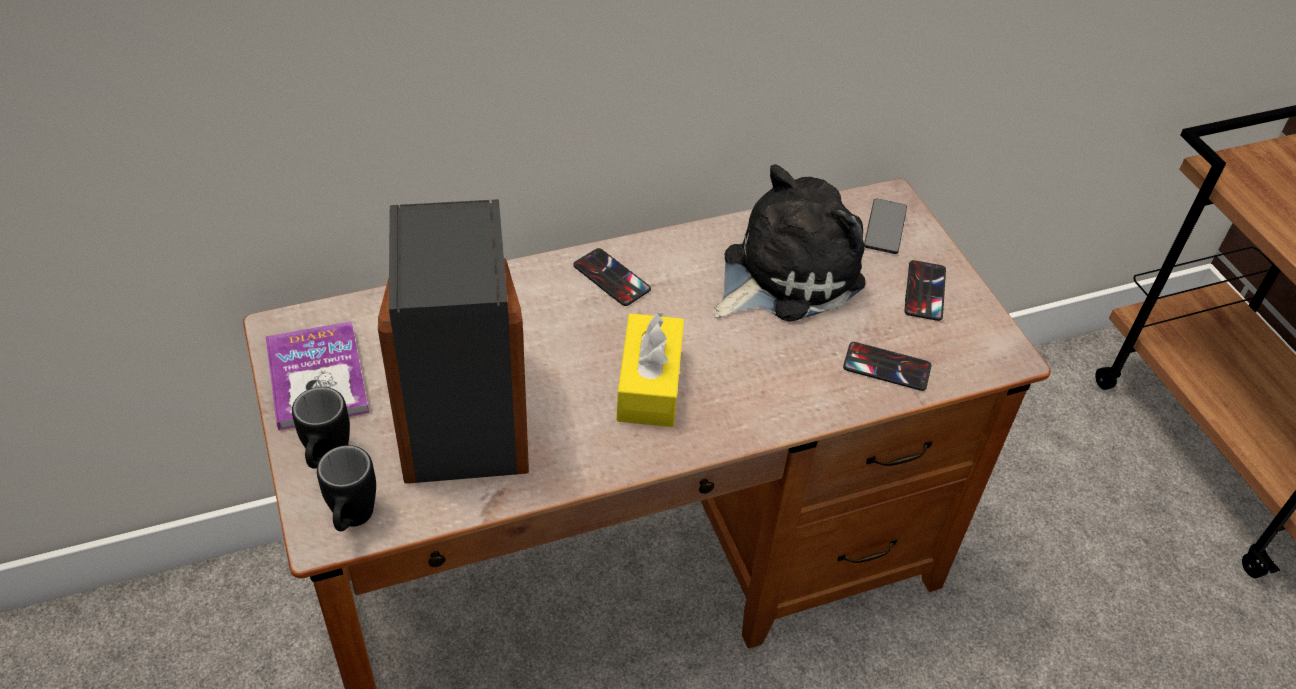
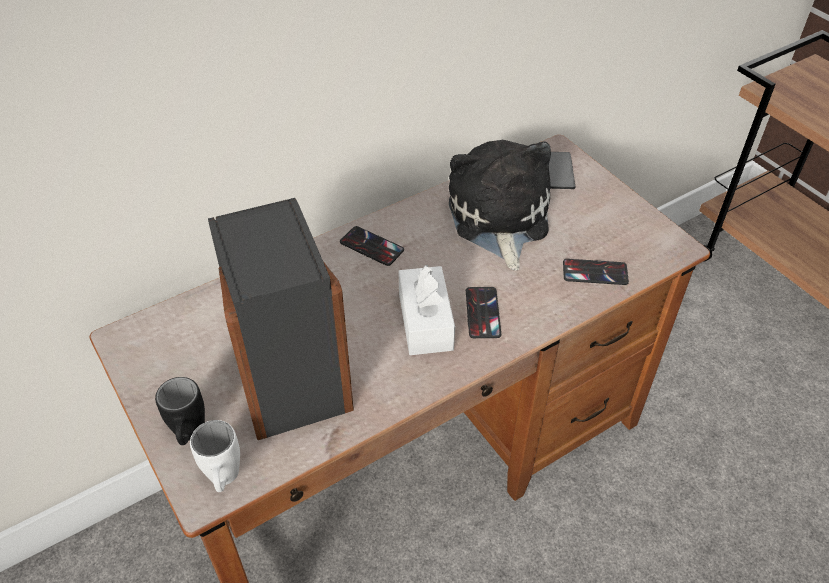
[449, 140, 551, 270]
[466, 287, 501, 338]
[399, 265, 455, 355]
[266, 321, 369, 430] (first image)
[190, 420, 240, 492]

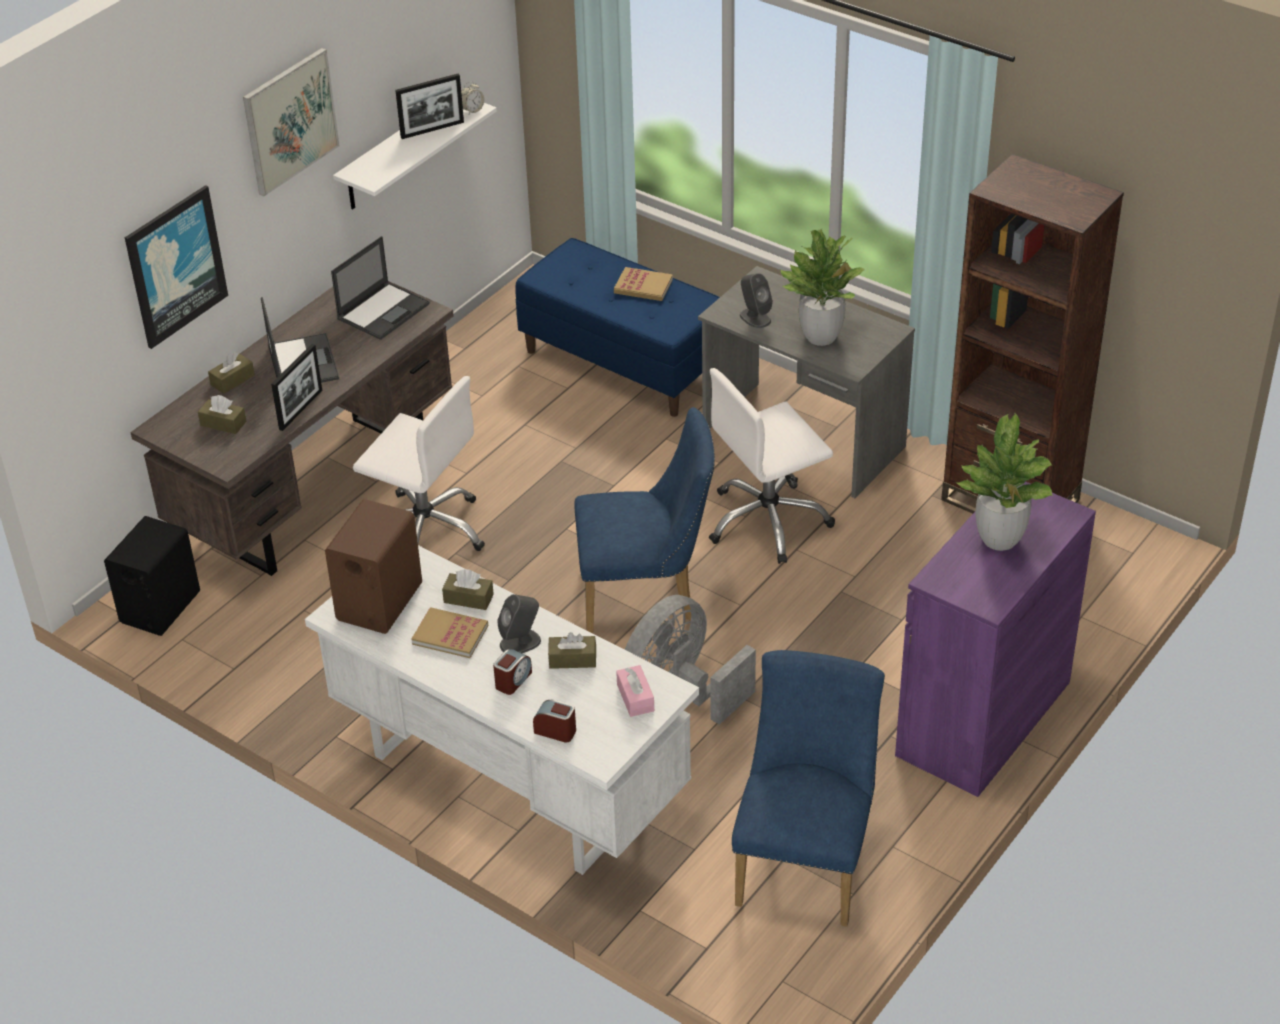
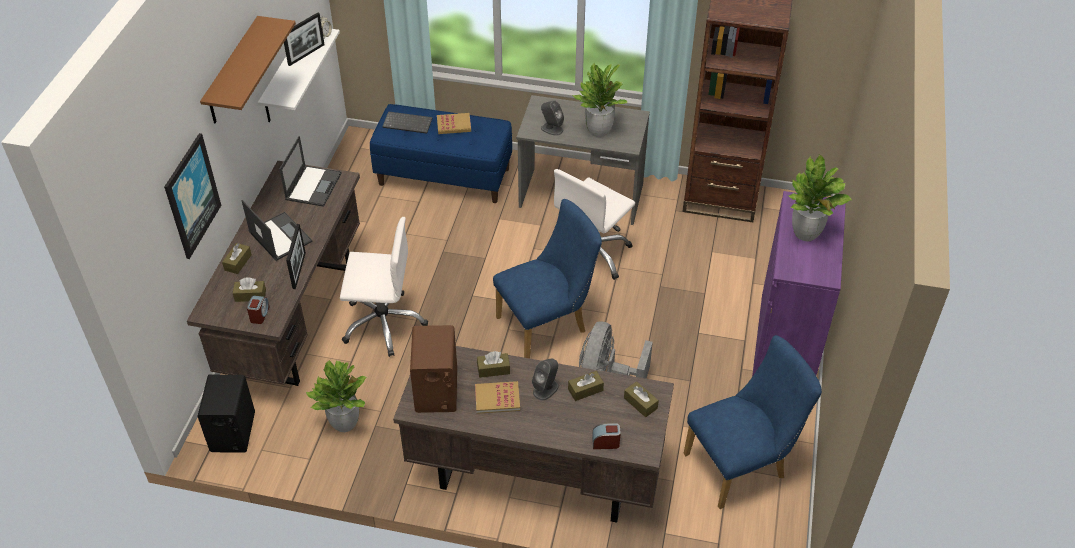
[200, 16, 296, 123]
[393, 346, 674, 523]
[247, 296, 270, 324]
[684, 335, 822, 509]
[624, 381, 659, 417]
[382, 111, 433, 134]
[306, 360, 367, 432]

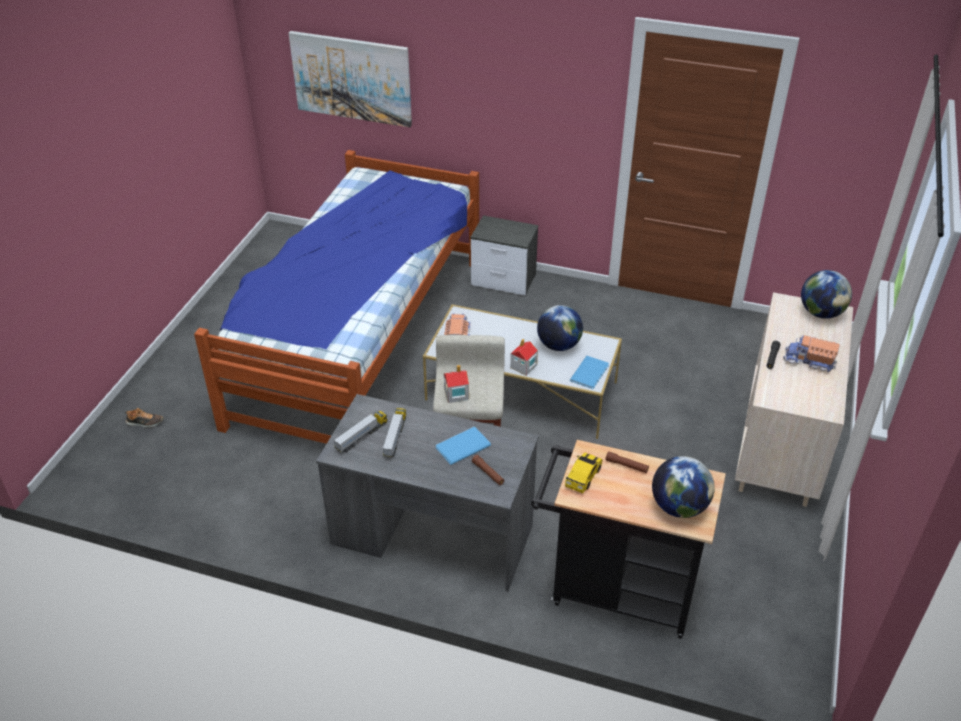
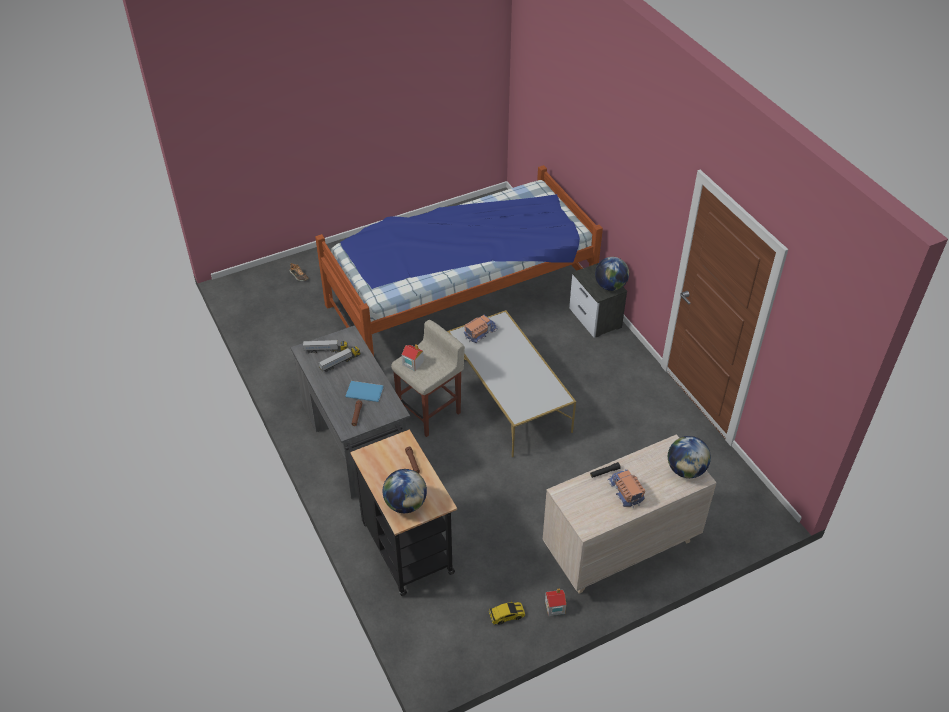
[289, 31, 412, 127] (first image)
[595, 257, 629, 291]
[545, 589, 566, 616]
[570, 356, 609, 389] (first image)
[489, 601, 525, 625]

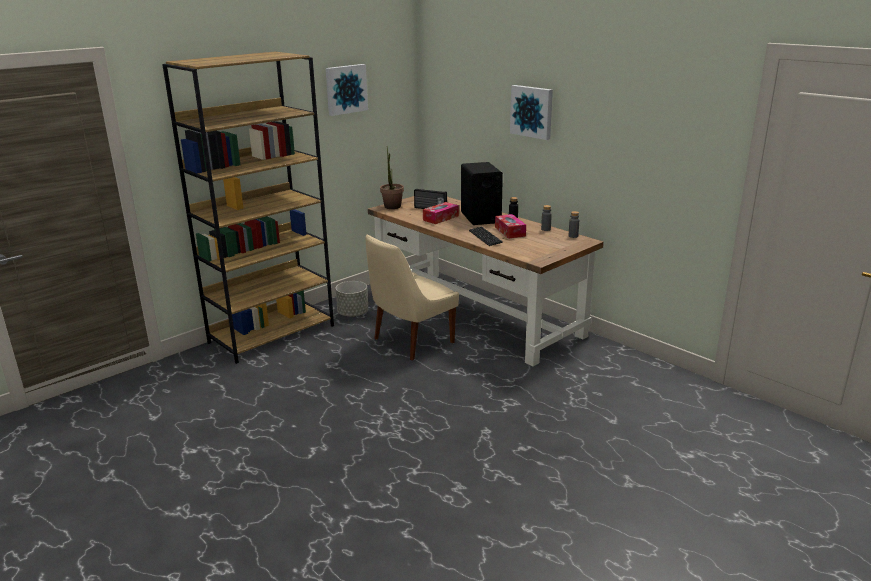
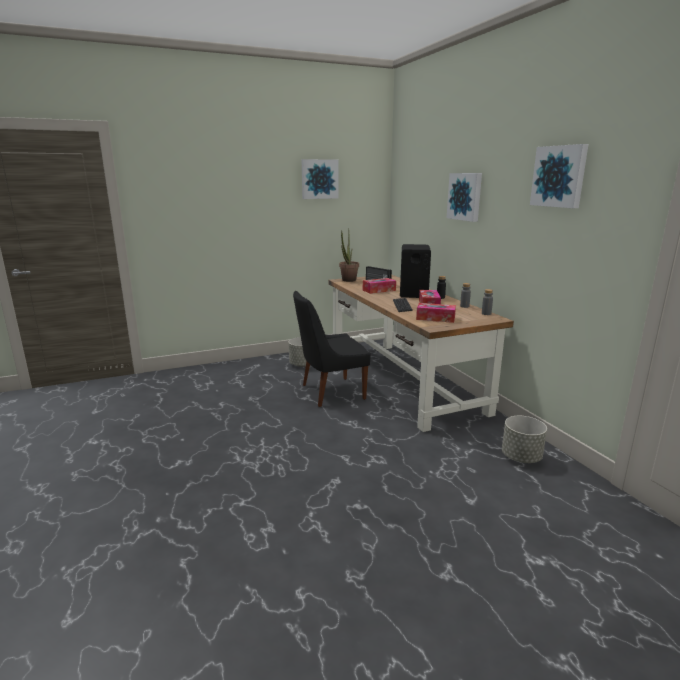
[162, 52, 334, 364] (first image)
[293, 291, 371, 407]
[530, 144, 589, 208]
[416, 303, 456, 323]
[502, 416, 547, 463]

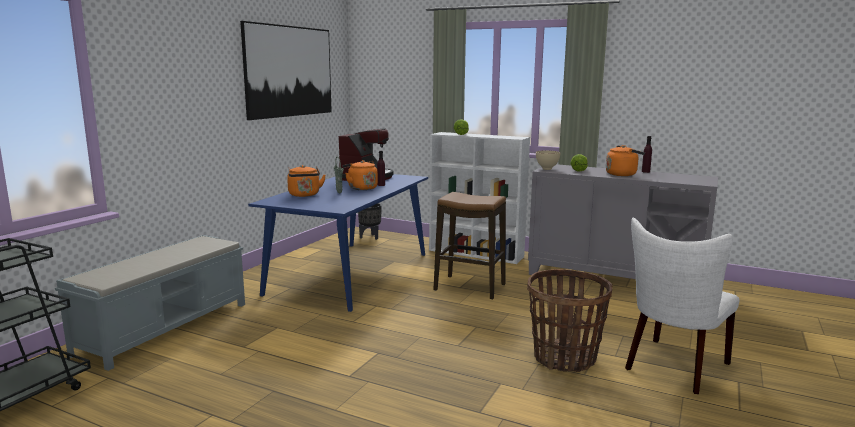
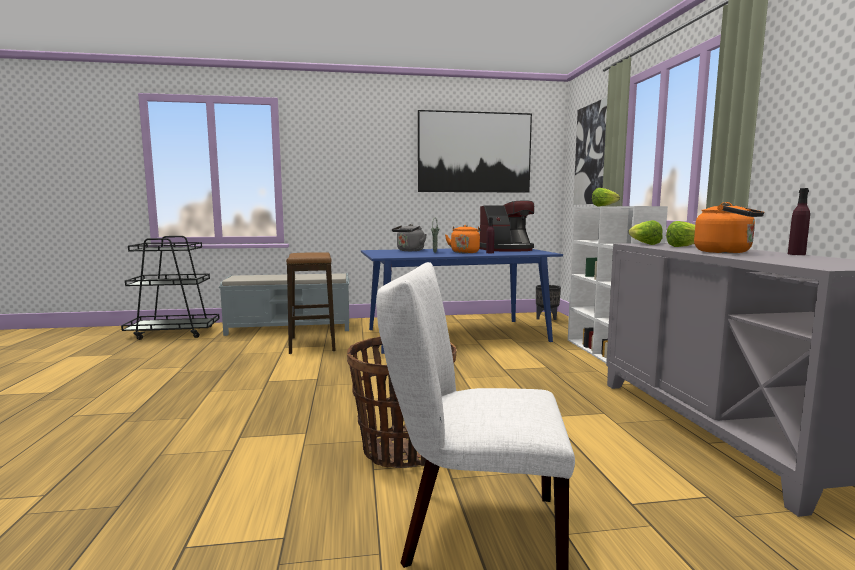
[628, 220, 663, 245]
[392, 224, 427, 251]
[286, 252, 336, 354]
[573, 97, 607, 204]

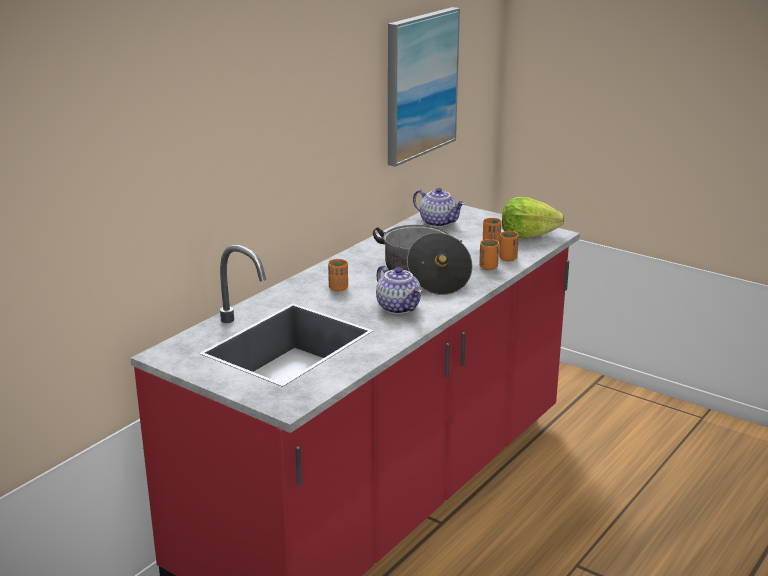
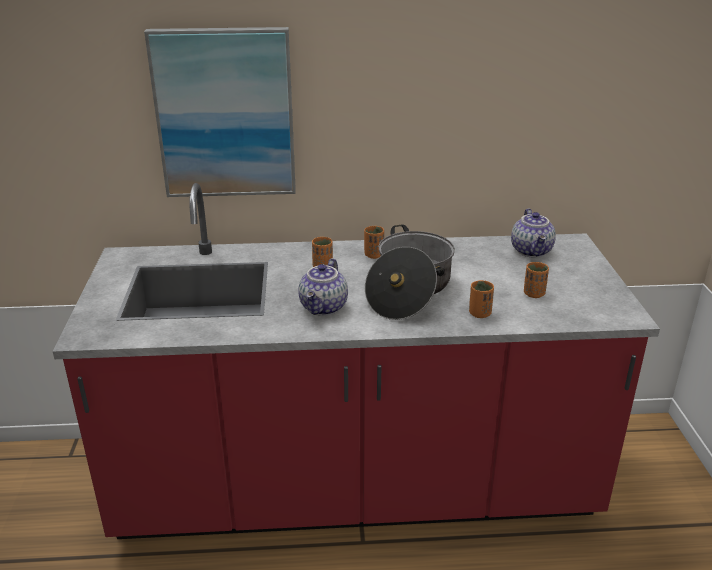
[144, 27, 296, 197]
[502, 197, 564, 239] (first image)
[364, 226, 384, 259]

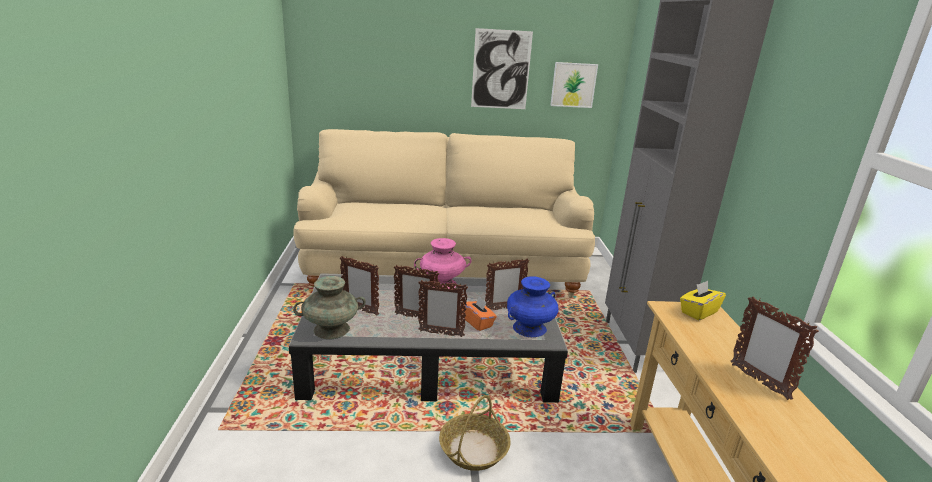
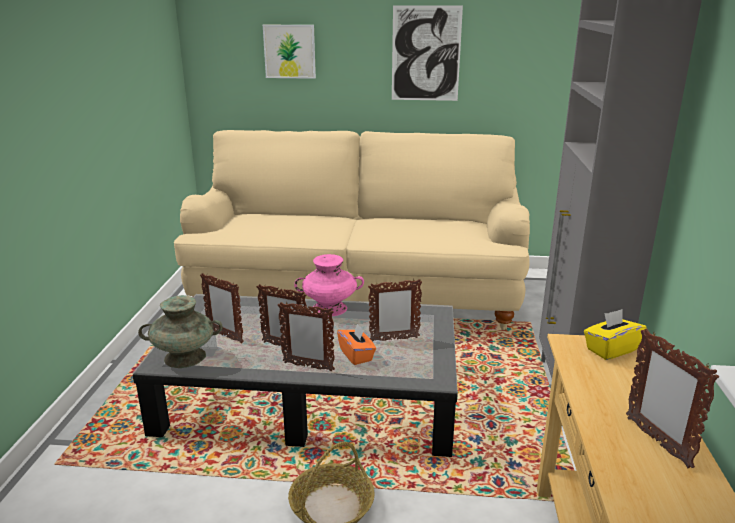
[263, 25, 316, 79]
[507, 276, 559, 337] (first image)

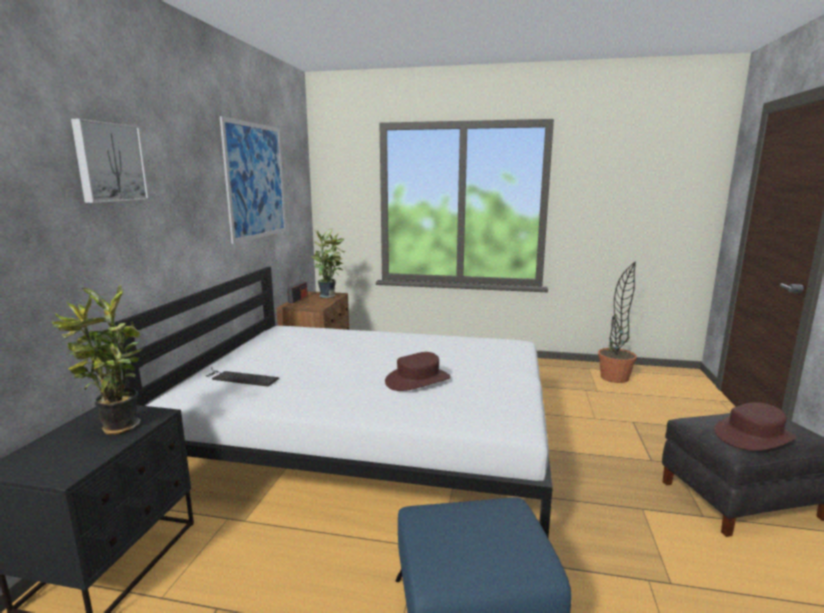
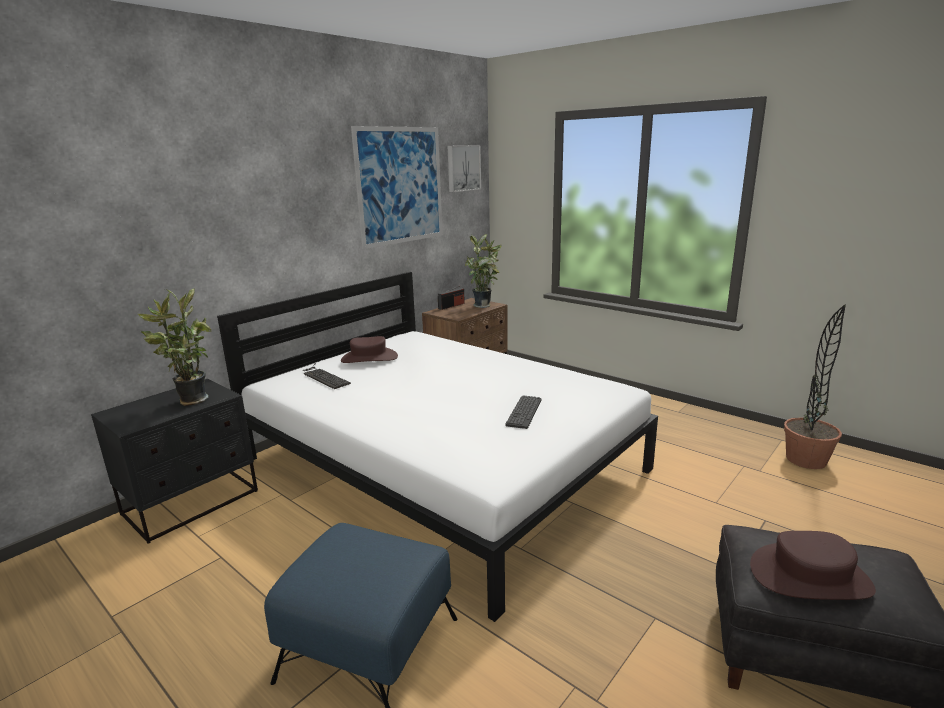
[448, 145, 481, 192]
[341, 336, 398, 363]
[506, 395, 541, 429]

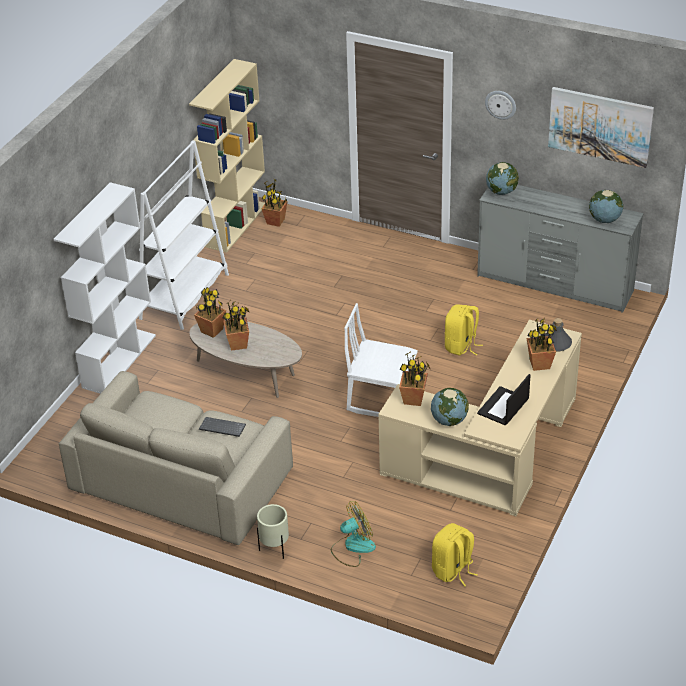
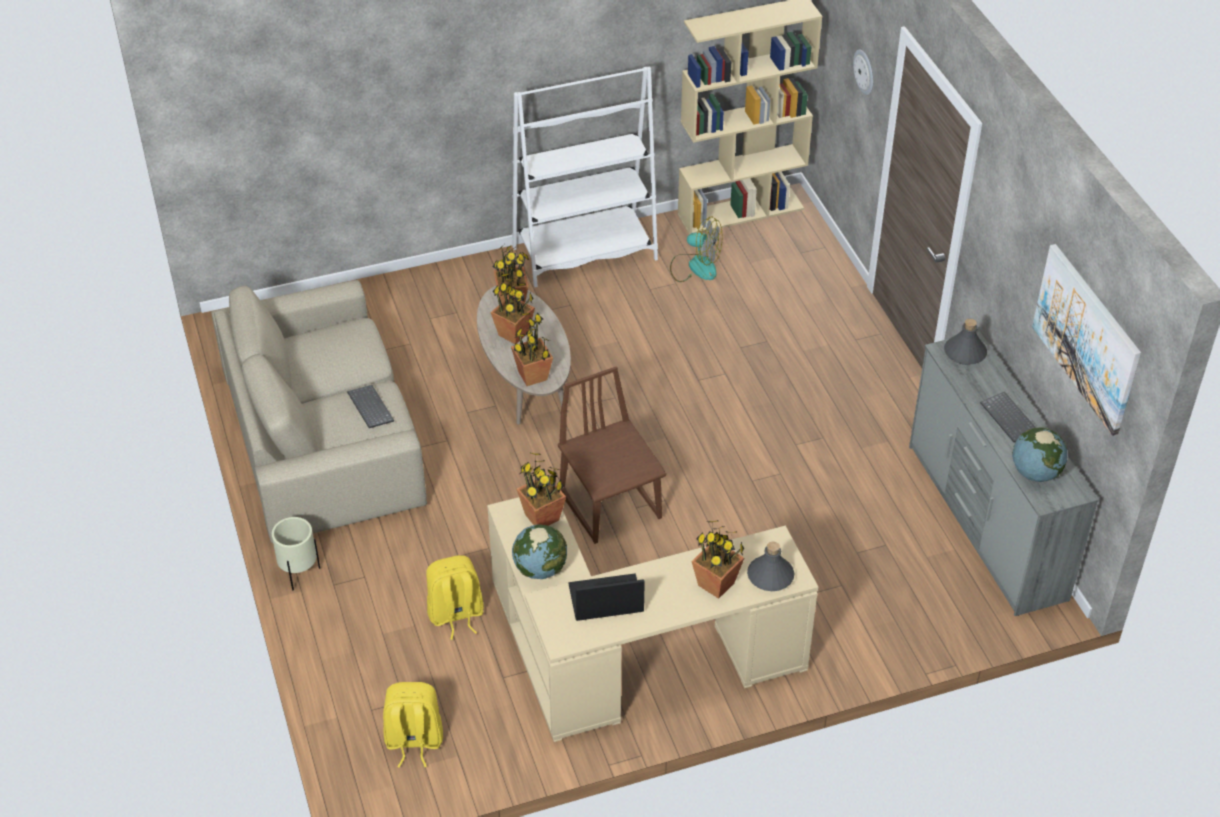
[853, 49, 873, 95]
[944, 319, 987, 365]
[511, 313, 553, 386]
[53, 182, 156, 394] (first image)
[558, 366, 666, 544]
[426, 555, 484, 640]
[670, 217, 723, 282]
[980, 392, 1036, 442]

